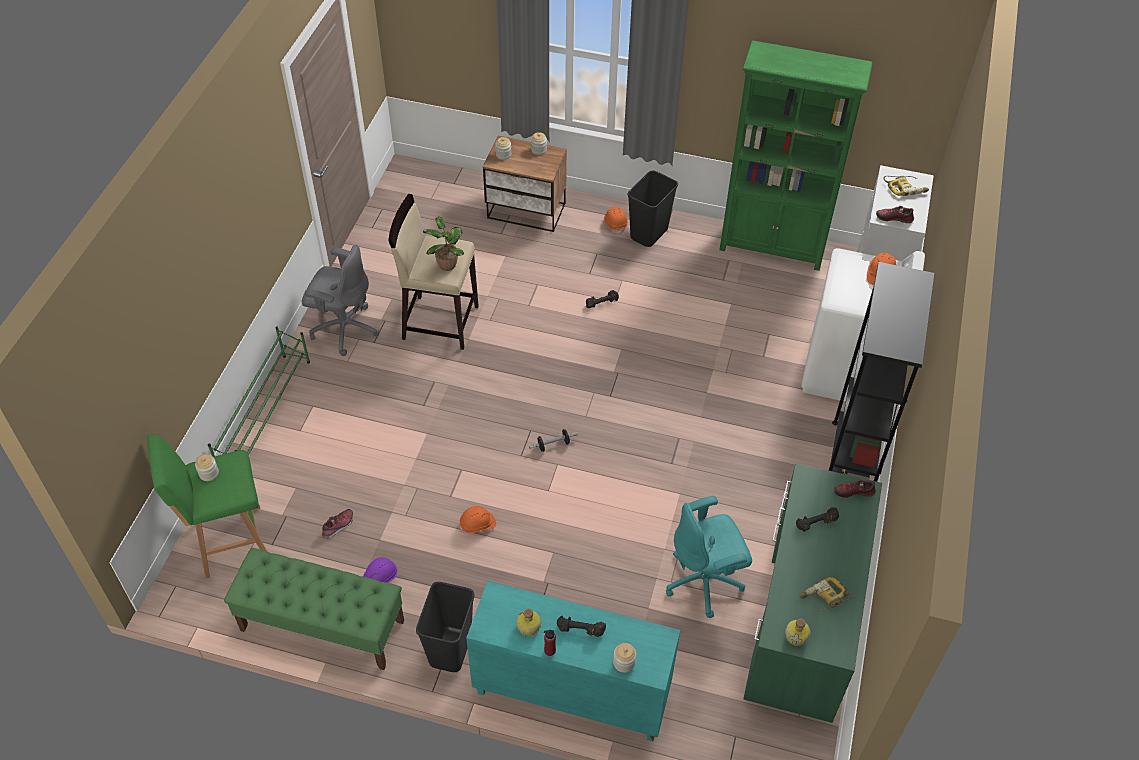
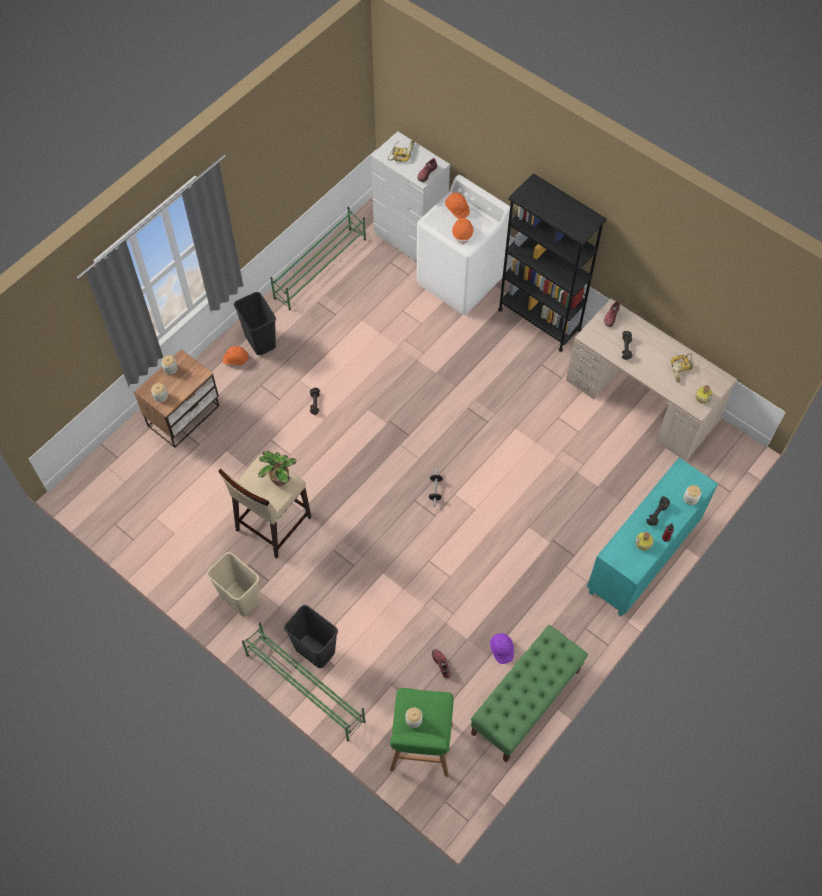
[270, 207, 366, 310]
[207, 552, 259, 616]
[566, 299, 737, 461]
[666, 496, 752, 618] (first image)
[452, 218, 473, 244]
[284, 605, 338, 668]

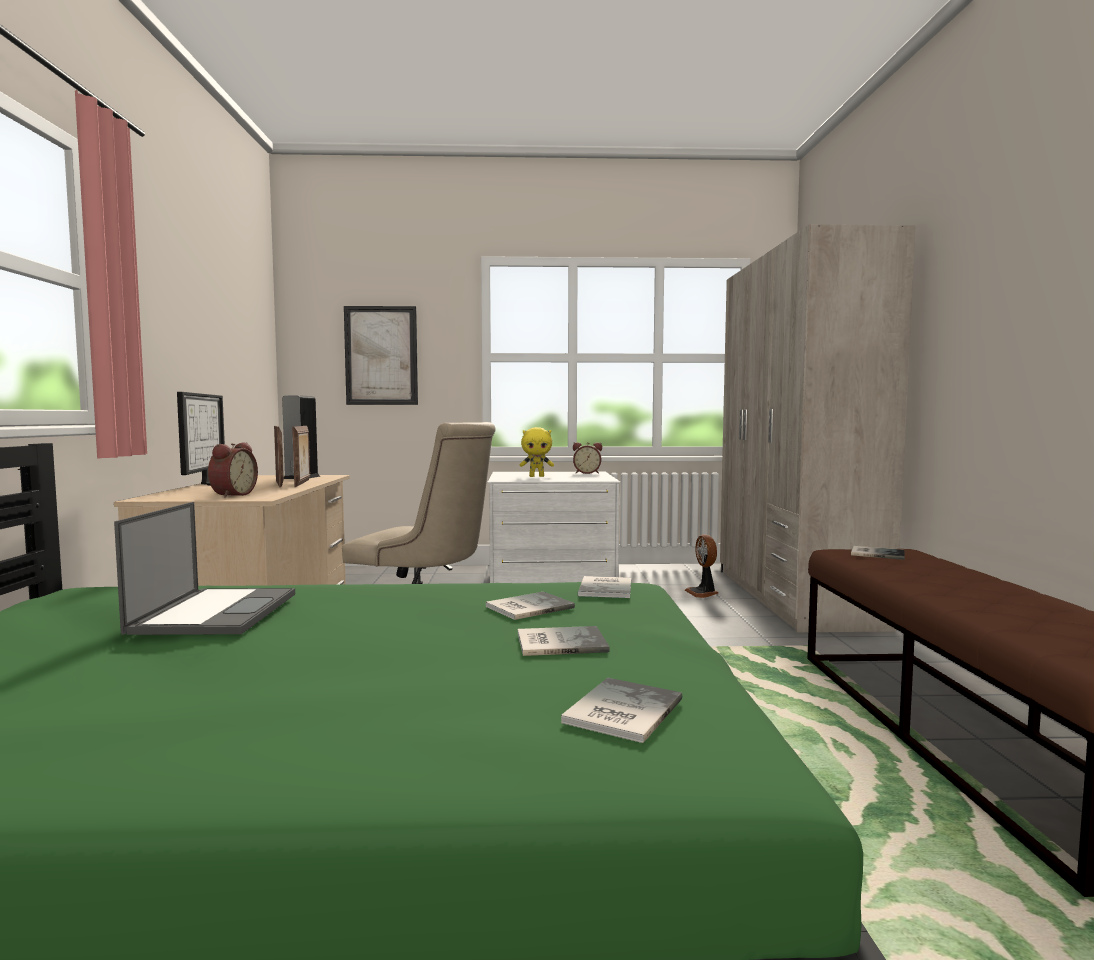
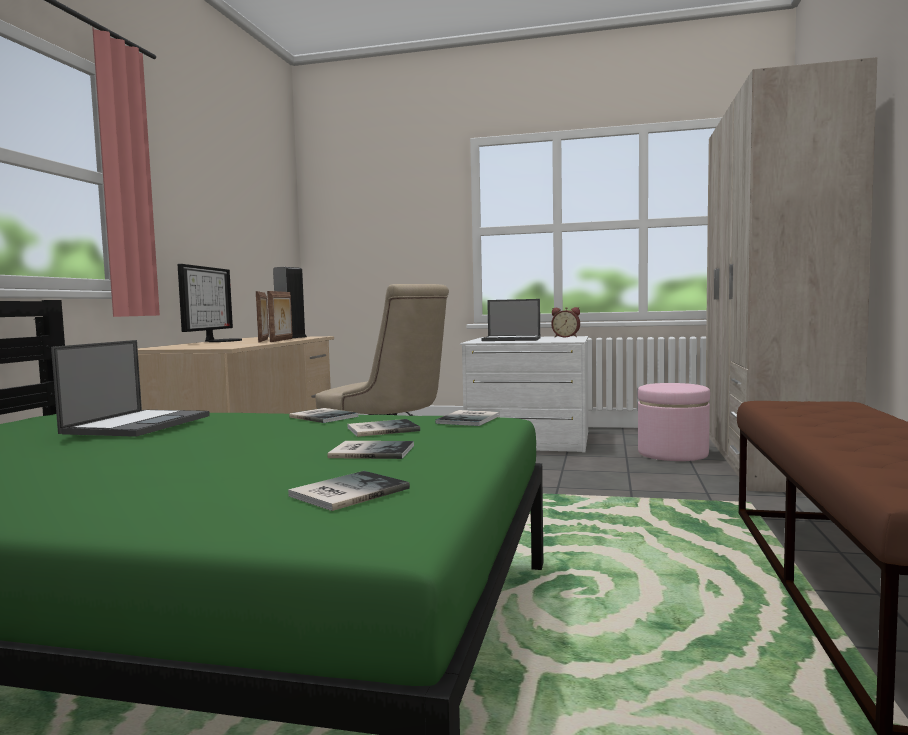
[344, 306, 418, 405] (first image)
[481, 299, 540, 341]
[208, 442, 258, 498] (first image)
[638, 383, 710, 461]
[289, 408, 358, 423]

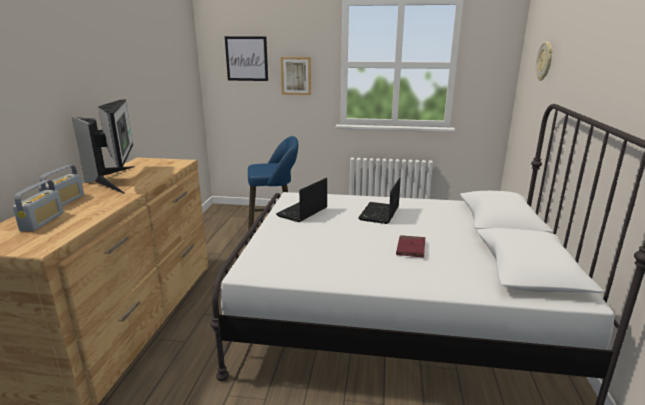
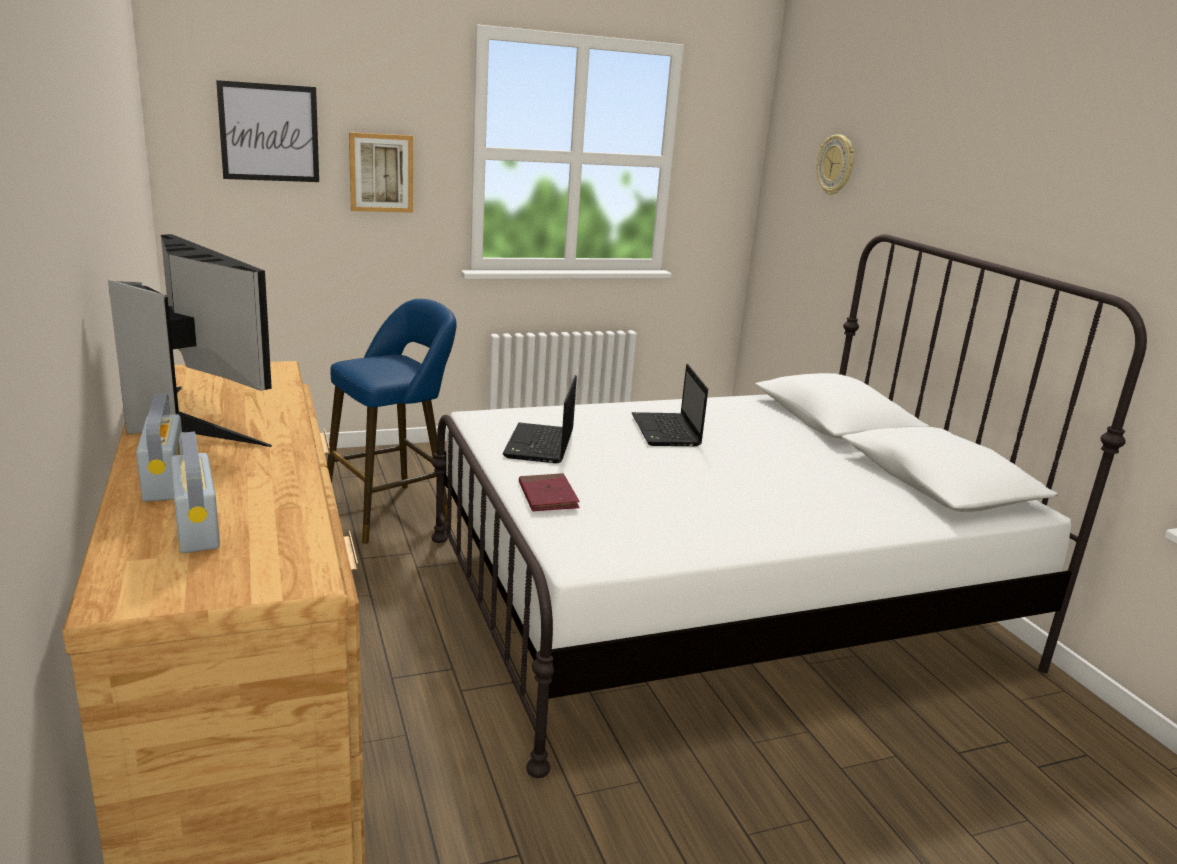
[519, 473, 580, 512]

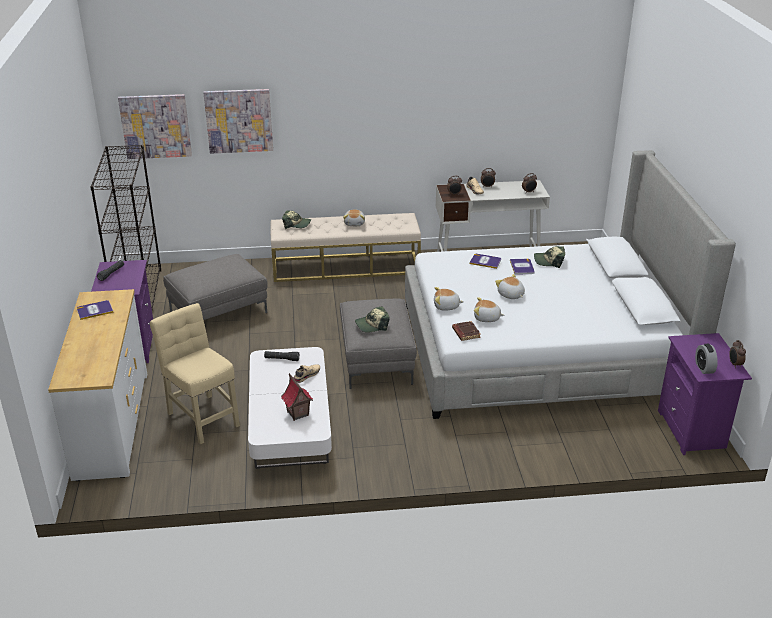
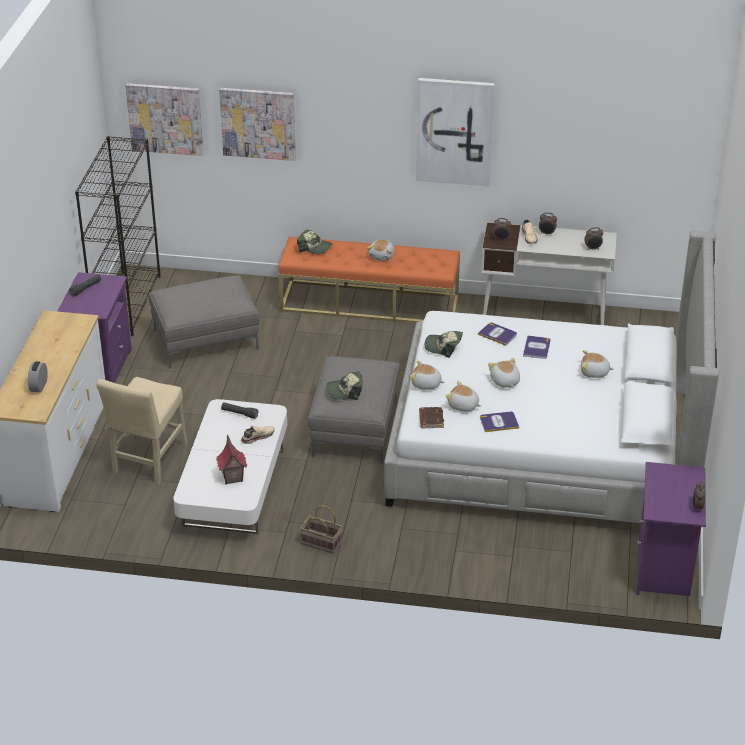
[278, 237, 460, 323]
[424, 331, 463, 358]
[480, 411, 519, 432]
[96, 377, 187, 485]
[28, 361, 48, 393]
[416, 78, 495, 186]
[581, 350, 614, 378]
[300, 505, 342, 554]

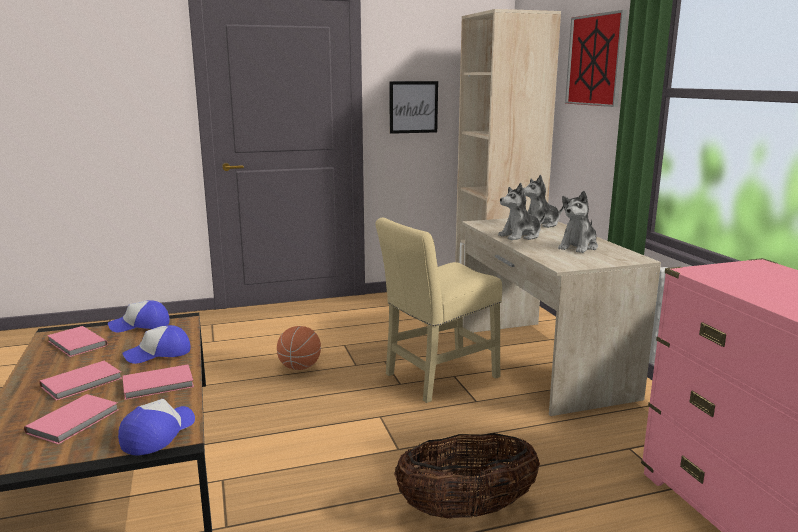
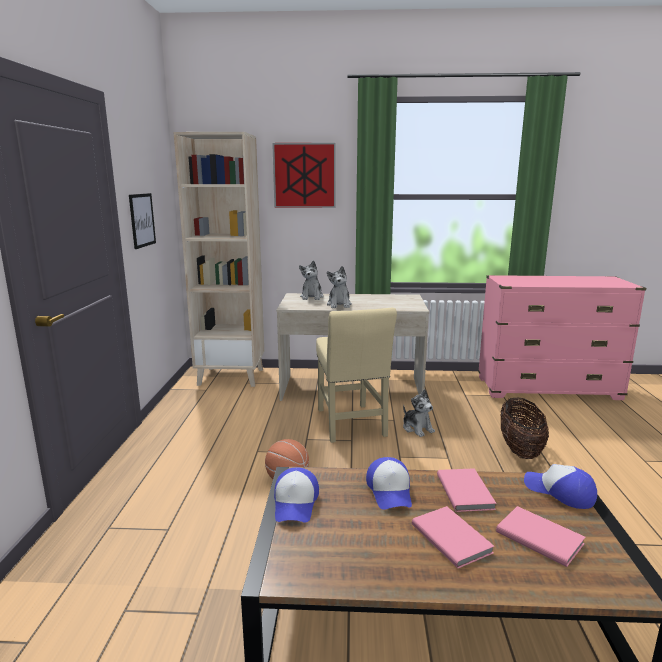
[403, 389, 435, 437]
[47, 326, 108, 357] (first image)

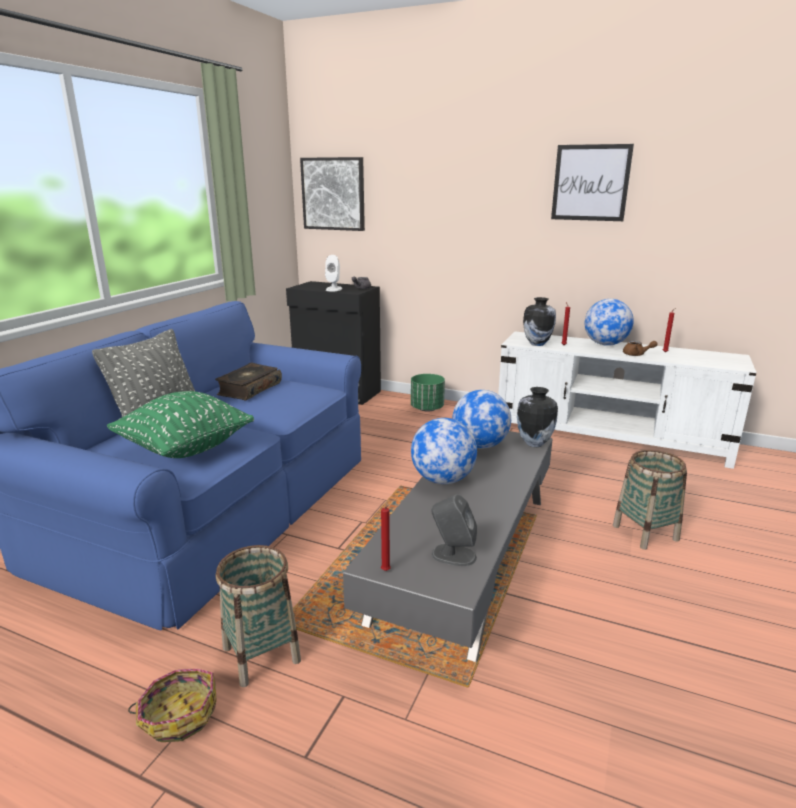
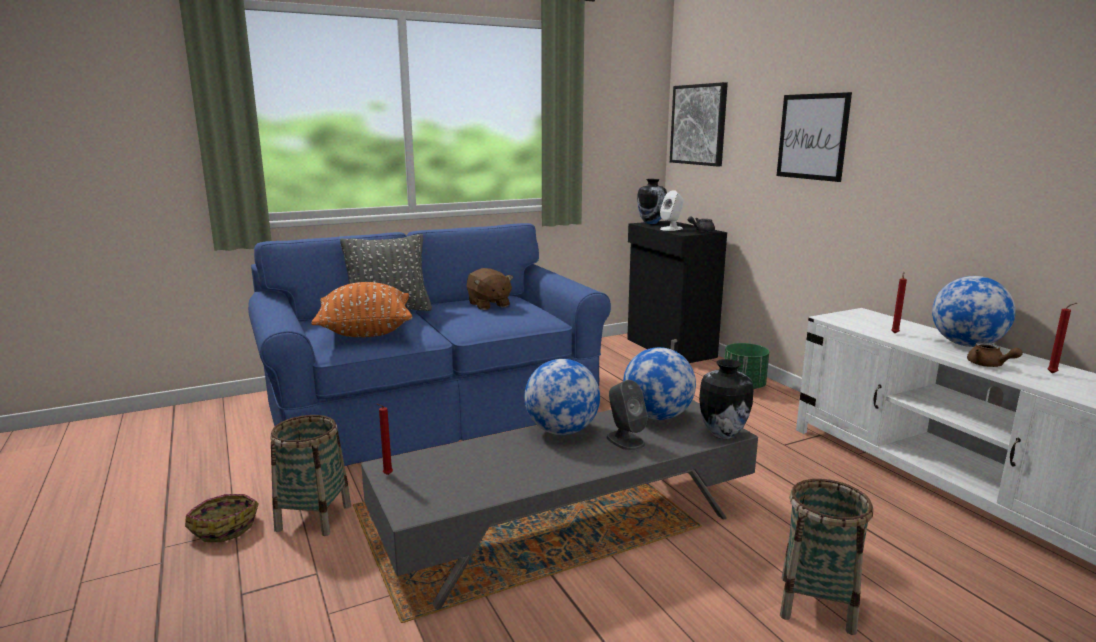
[777, 92, 852, 182]
[637, 179, 667, 224]
[467, 268, 513, 310]
[311, 282, 412, 337]
[607, 380, 648, 451]

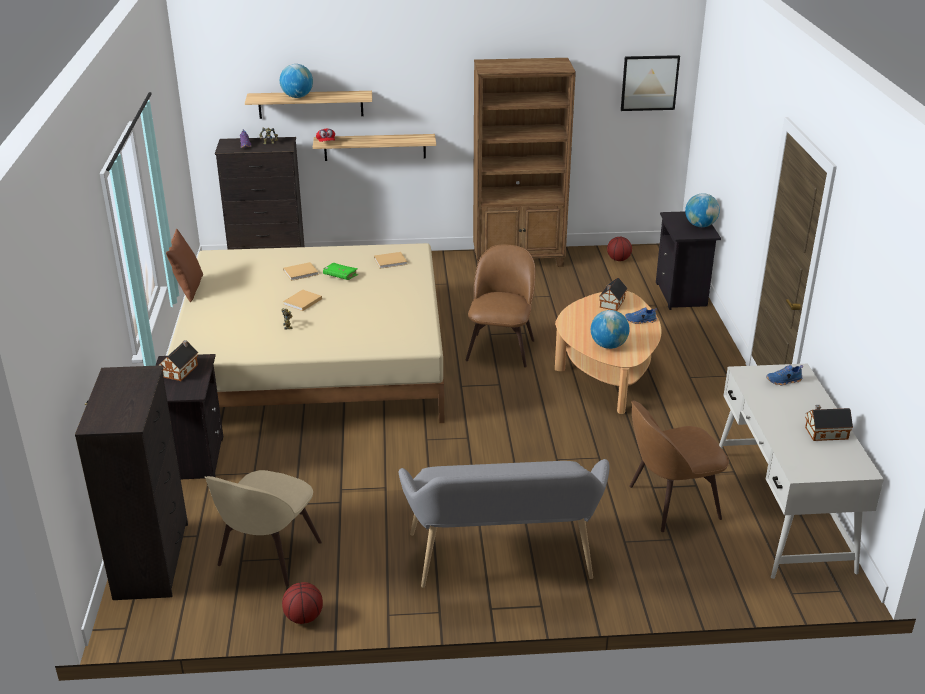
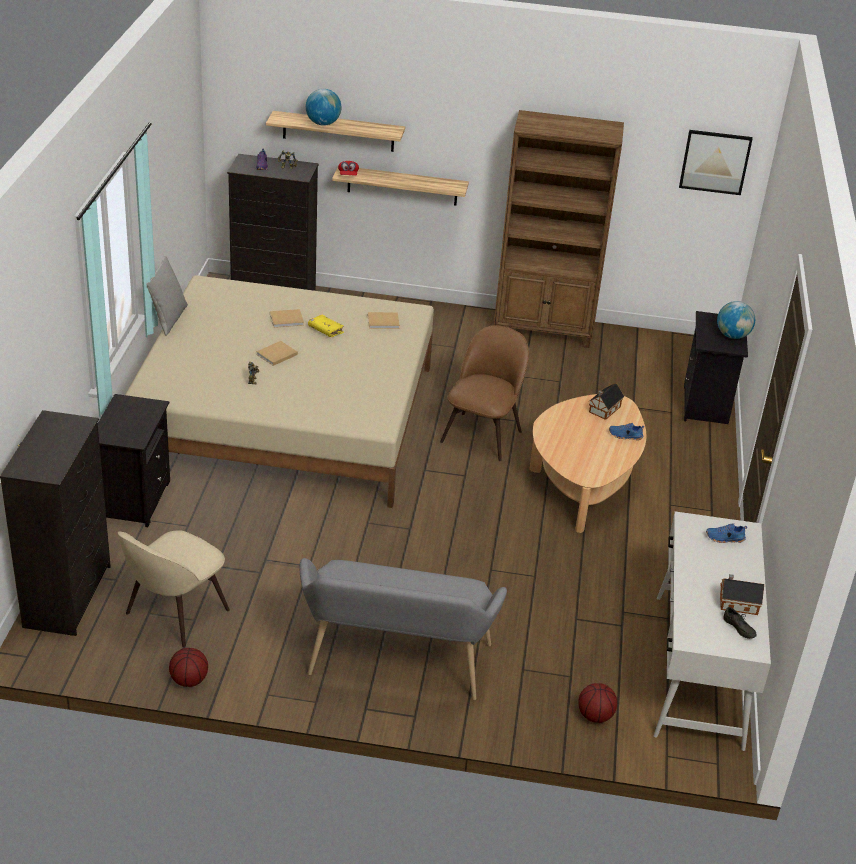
[146, 256, 188, 336]
[578, 683, 617, 723]
[308, 315, 344, 337]
[591, 310, 630, 349] (first image)
[159, 340, 198, 381] (first image)
[629, 400, 729, 532] (first image)
[723, 607, 757, 639]

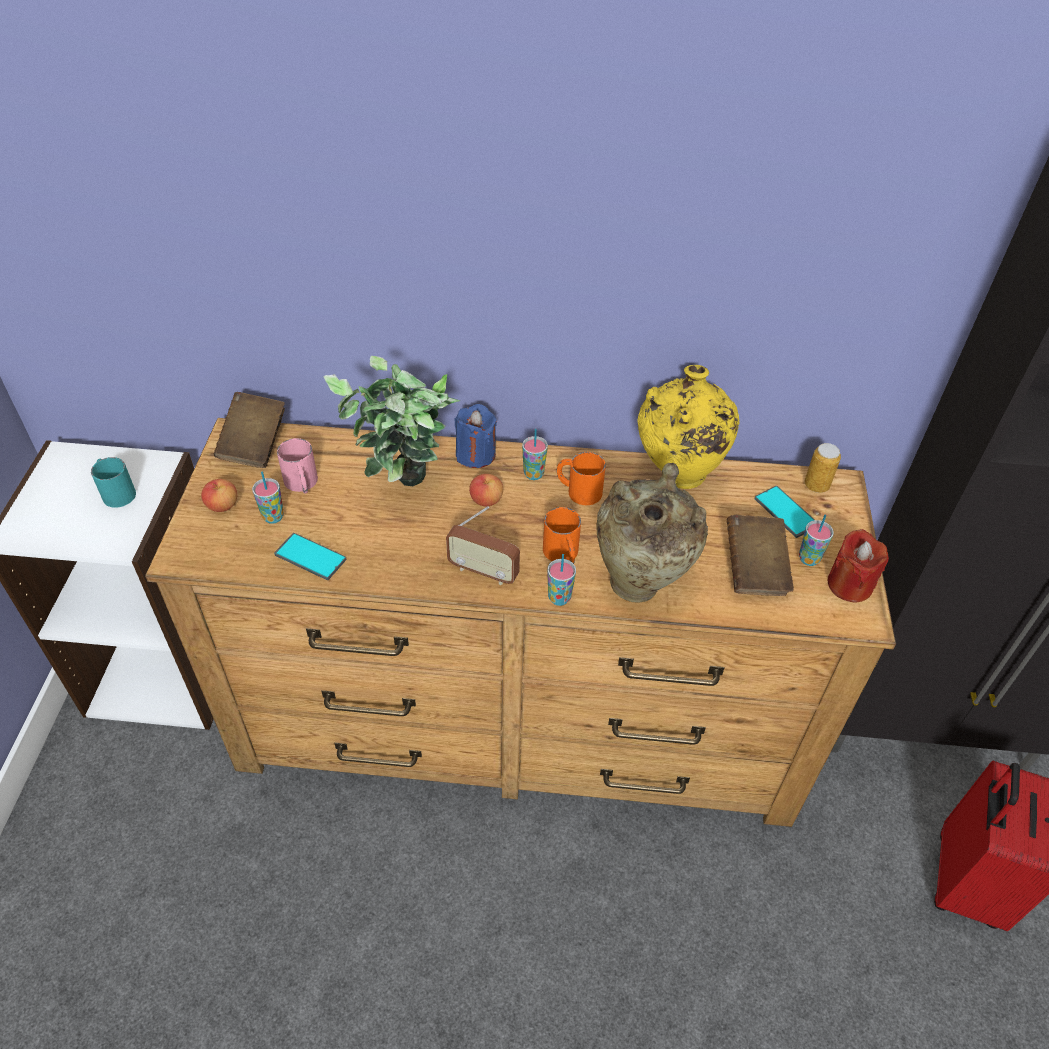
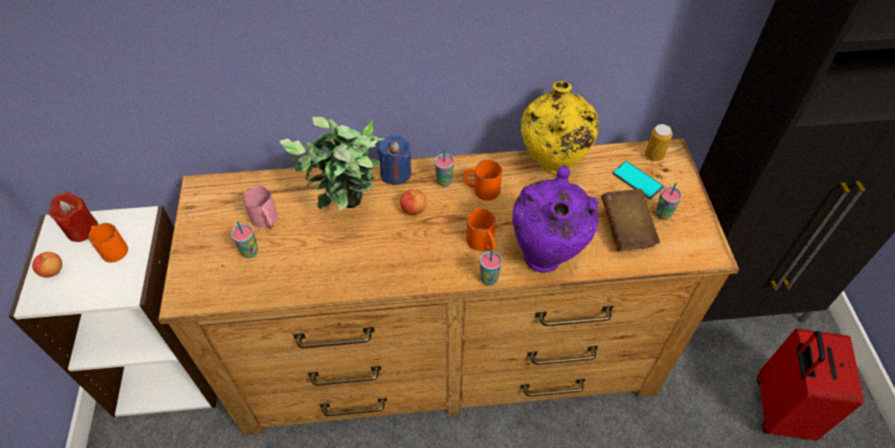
[214, 392, 285, 468] (first image)
[88, 223, 128, 263]
[512, 165, 598, 273]
[32, 252, 62, 278]
[446, 506, 520, 585] (first image)
[49, 192, 98, 242]
[274, 533, 346, 580] (first image)

